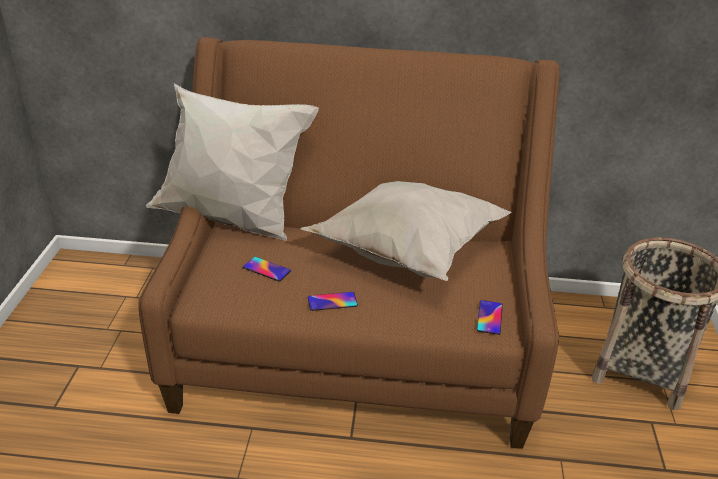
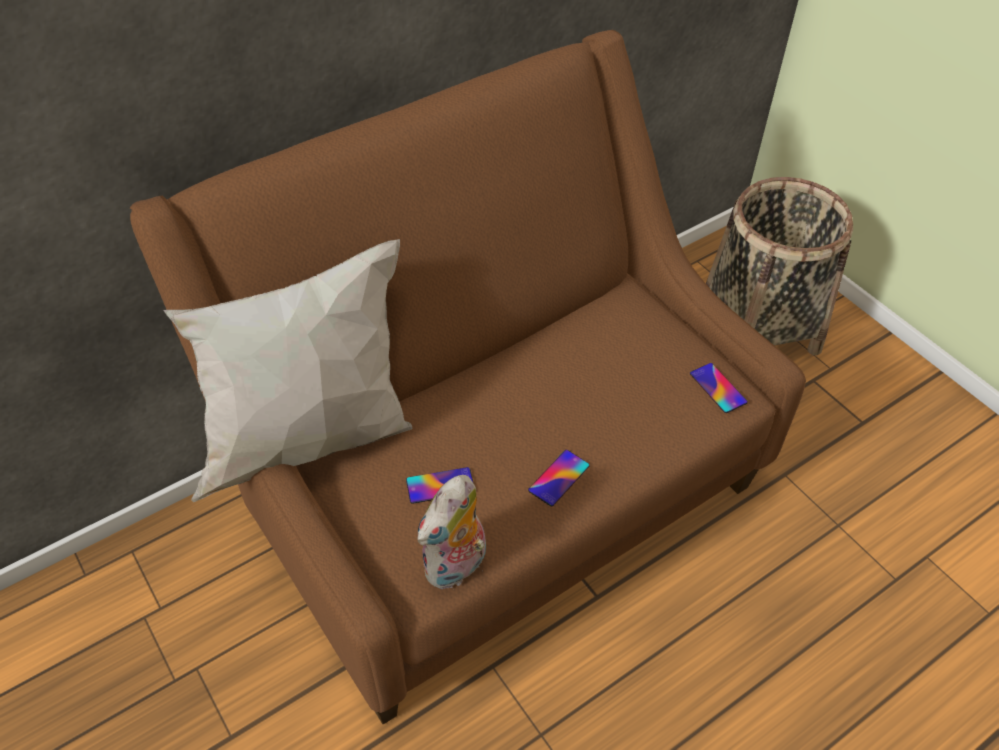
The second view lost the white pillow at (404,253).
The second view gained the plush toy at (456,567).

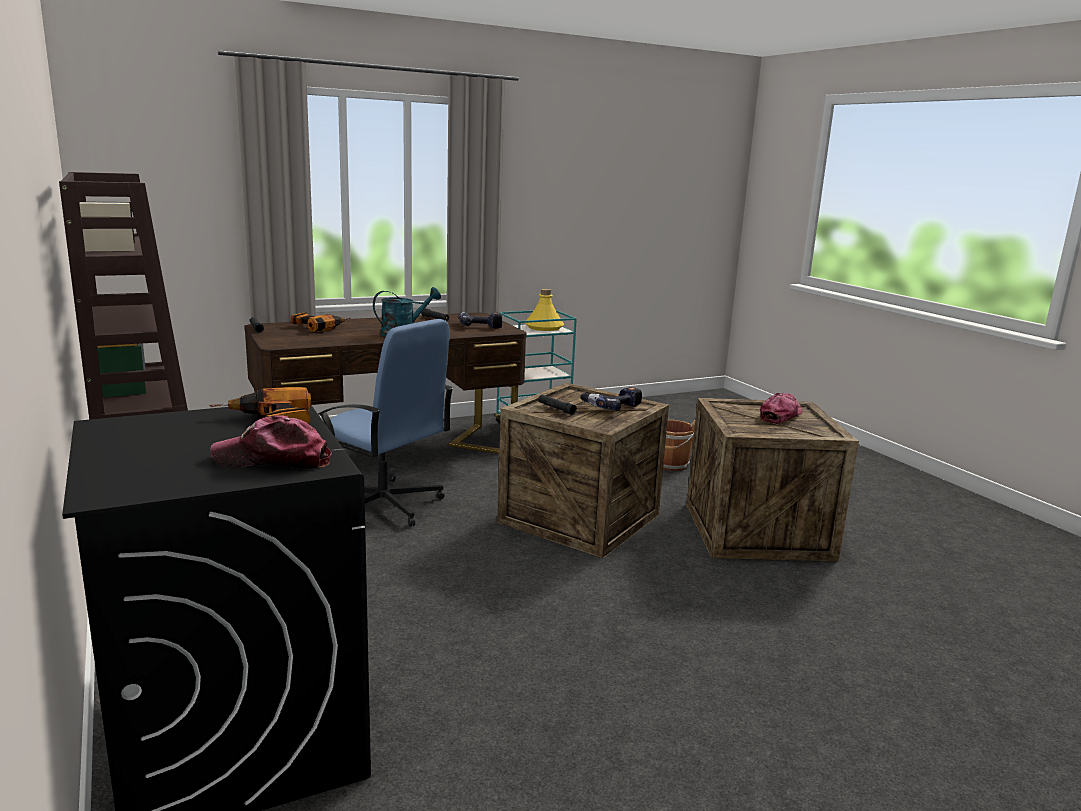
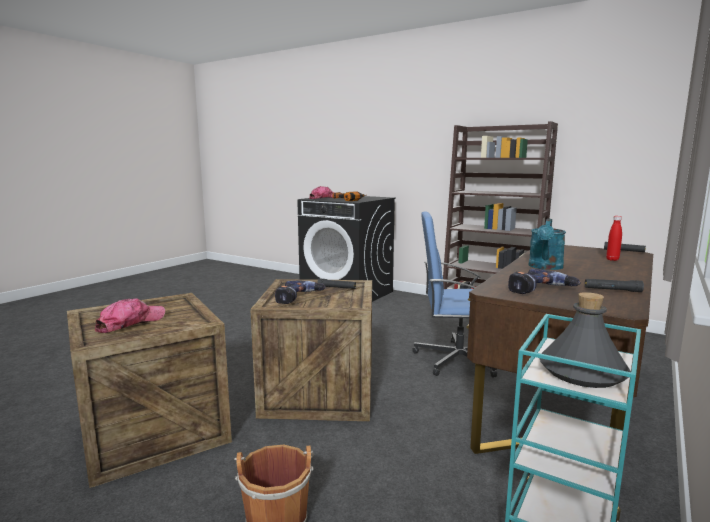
What was the yellow bottle at (544,327) turned into the grey bottle at (582,372).
Where the power drill stood at (318,327), the red bottle came to stand at (612,259).
The cap at (780,415) ended up facing another way, 150 degrees counterclockwise from before.

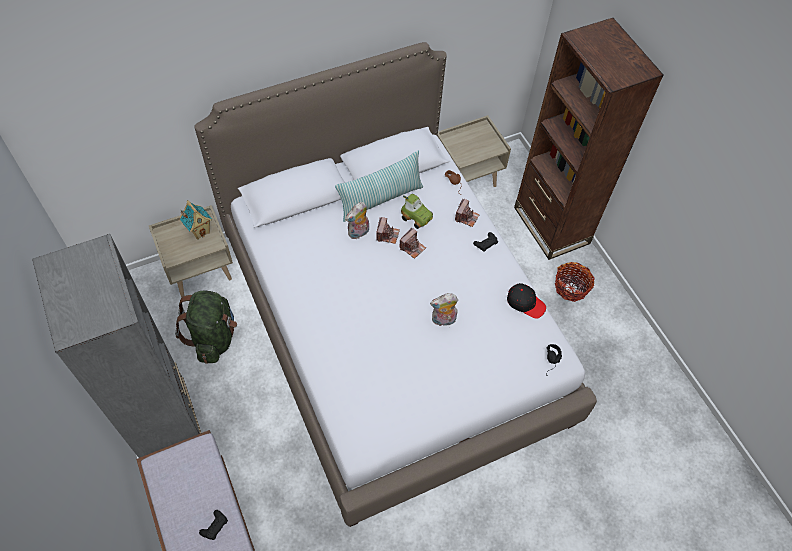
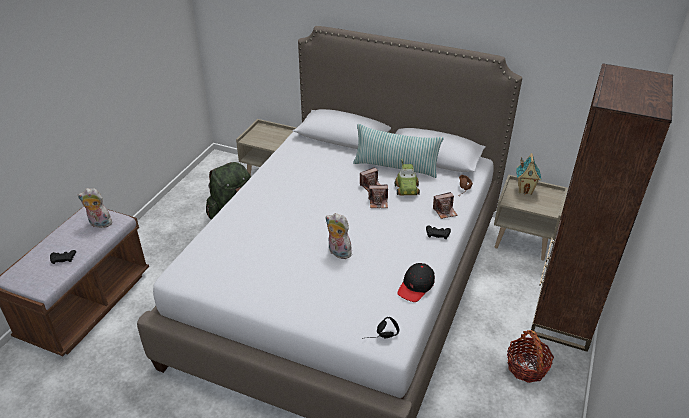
The toy house ended up elsewhere, having gone from (200,231) to (525,190).
The plush toy ended up elsewhere, having gone from (358,233) to (99,224).
The second view lost the grey bookcase at (167,424).
The black cap at (525,303) ended up facing another way, 45 degrees clockwise from before.

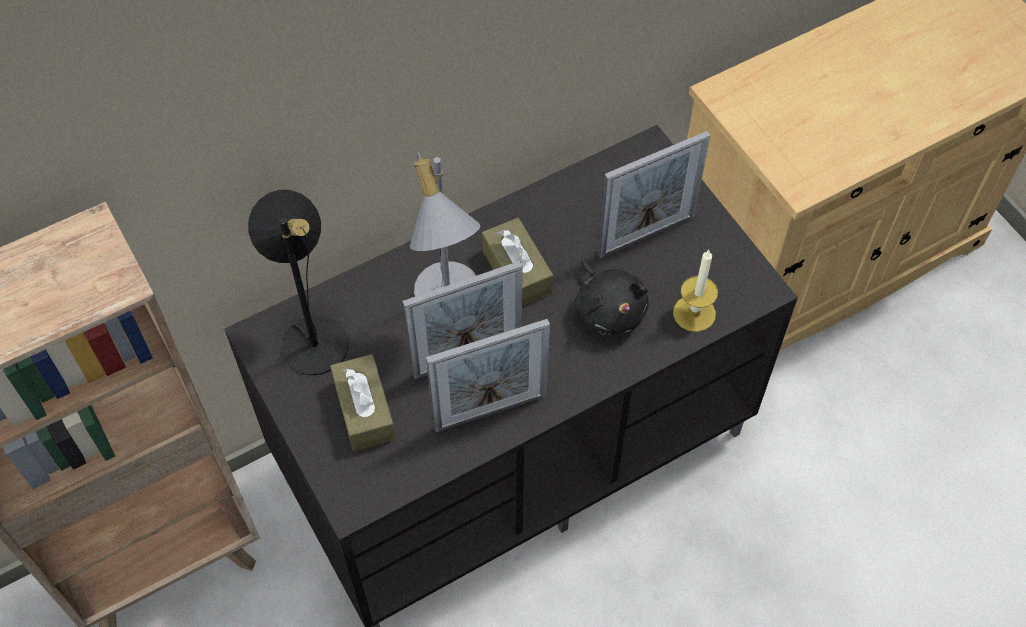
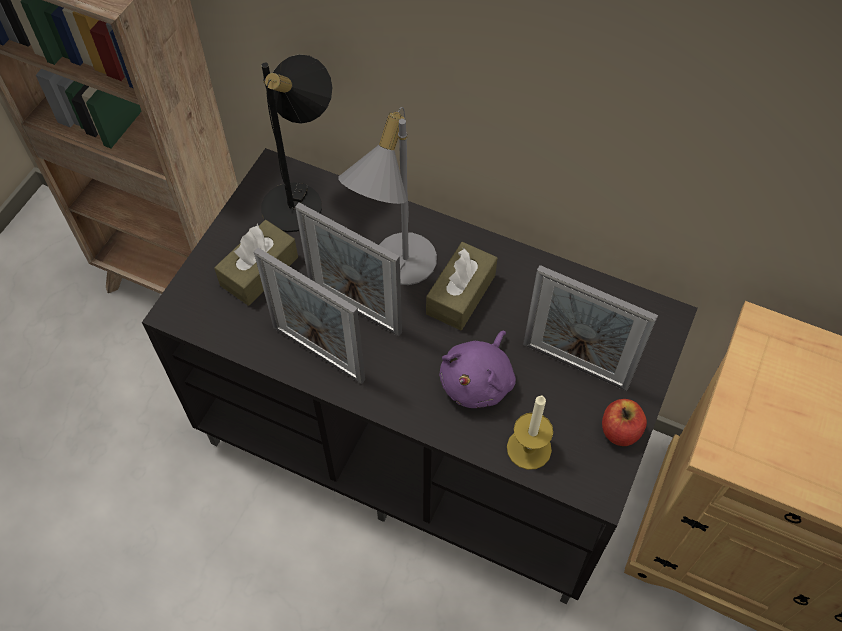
What was the black plush toy at (608,310) turned into the purple plush toy at (478,381).
The second view gained the apple at (620,431).

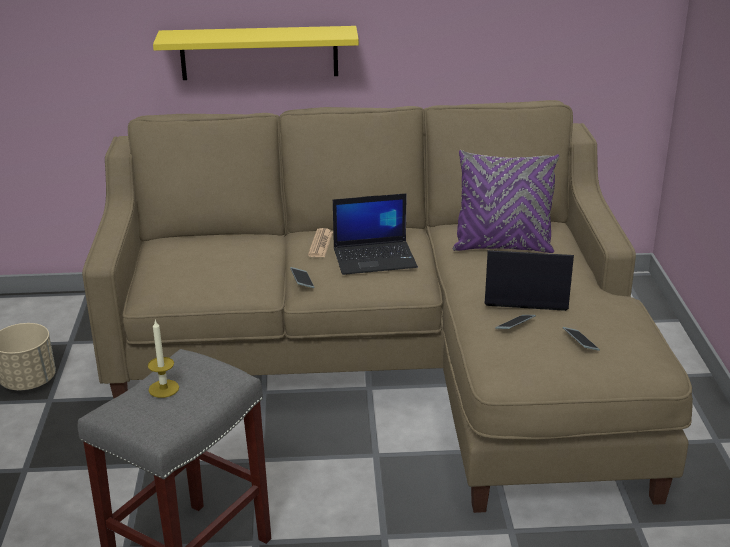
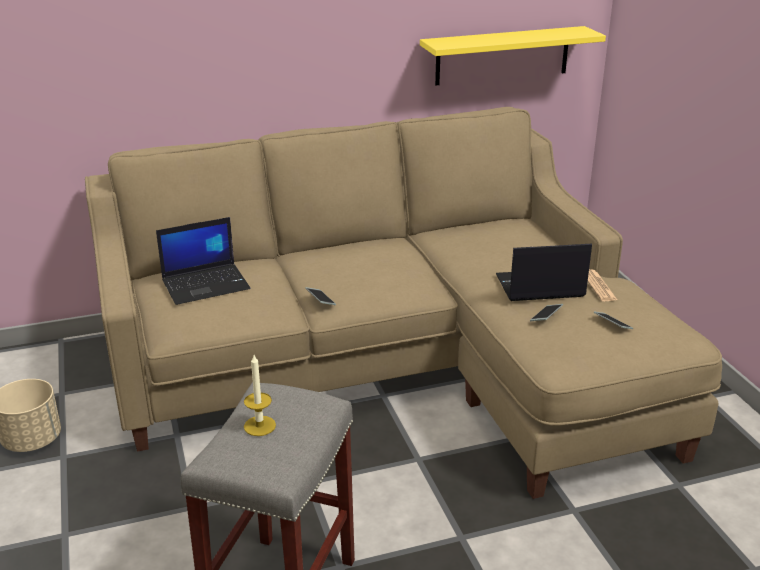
The yellow shelf ended up elsewhere, having gone from (259,53) to (502,55).
The second view lost the purple pillow at (502,246).
The laptop ended up elsewhere, having gone from (375,258) to (206,284).
The newspaper ended up elsewhere, having gone from (320,244) to (598,286).

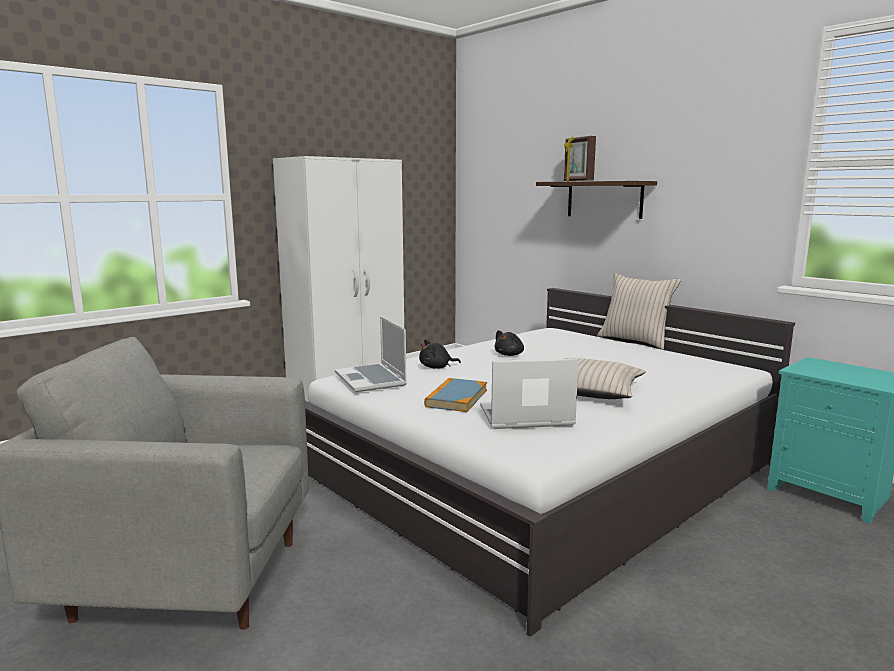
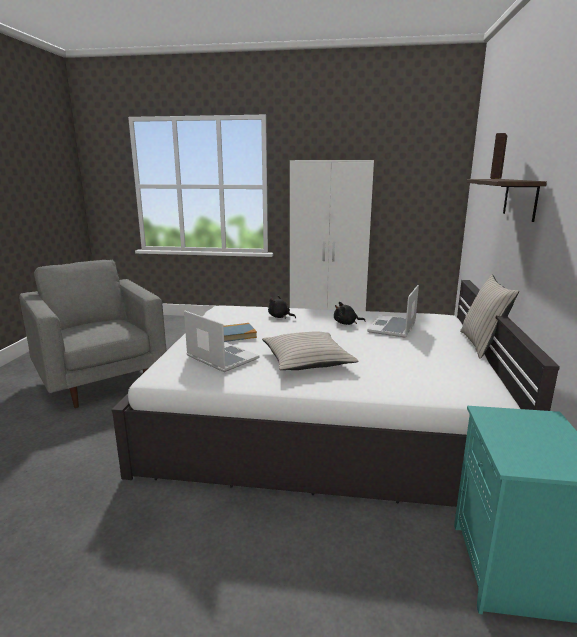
The laptop ended up elsewhere, having gone from (371,380) to (393,328).

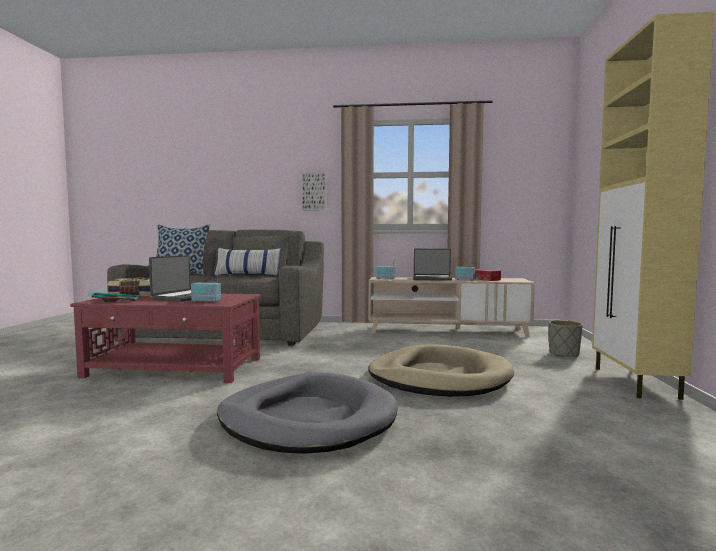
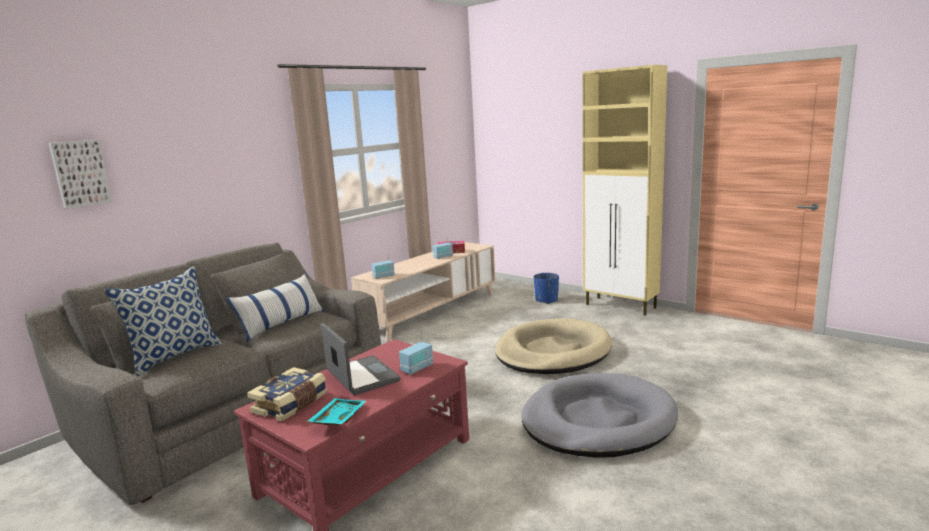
The picture ended up elsewhere, having gone from (314,191) to (80,173).
The second view lost the laptop at (432,279).
What was the grey planter at (564,354) turned into the blue planter at (546,300).

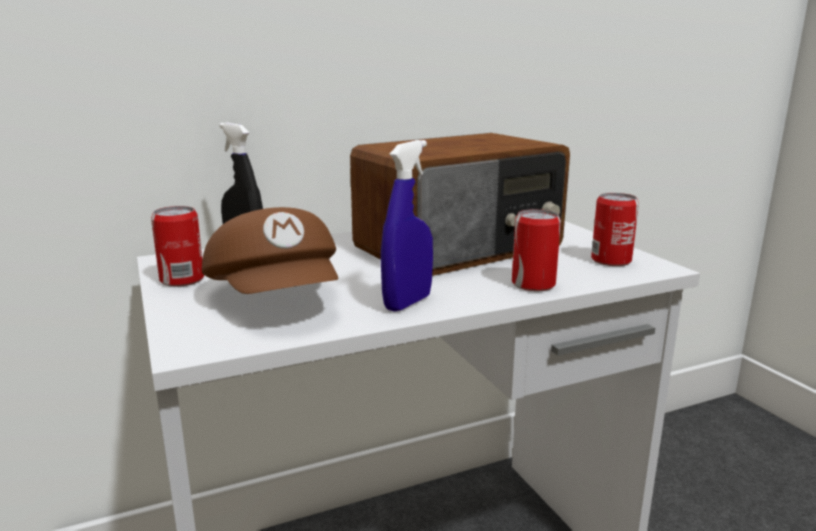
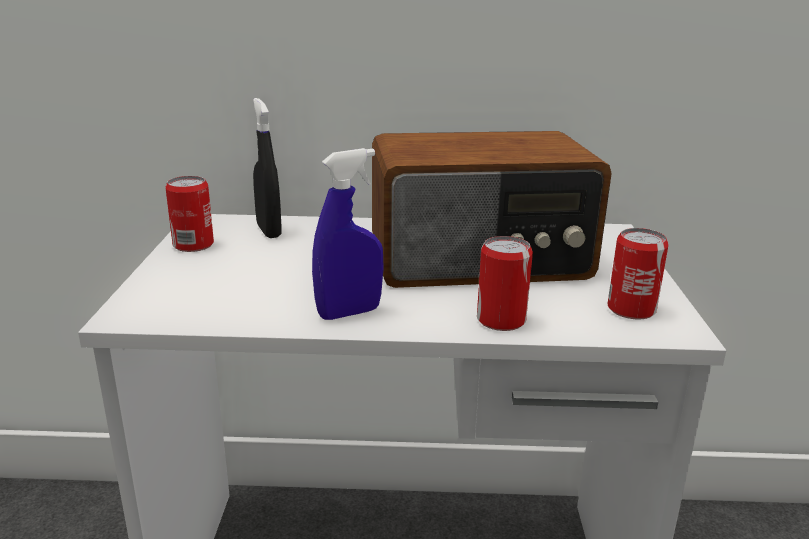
The second view lost the brown cap at (278,298).

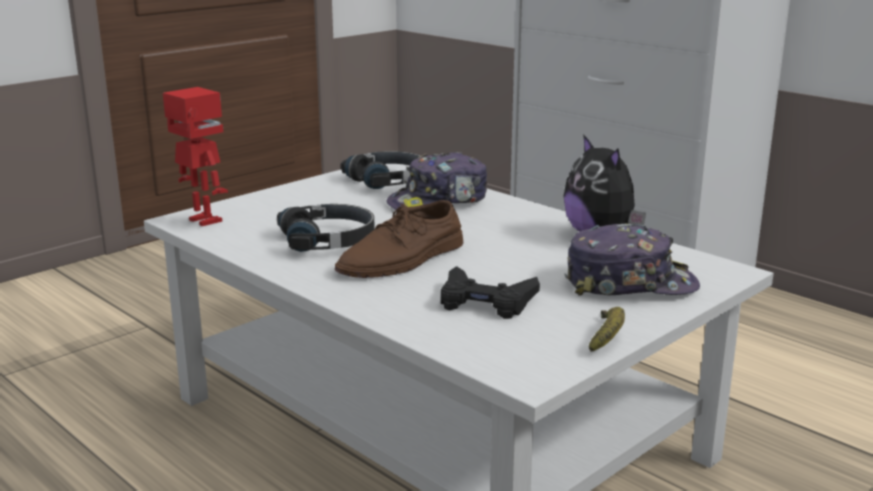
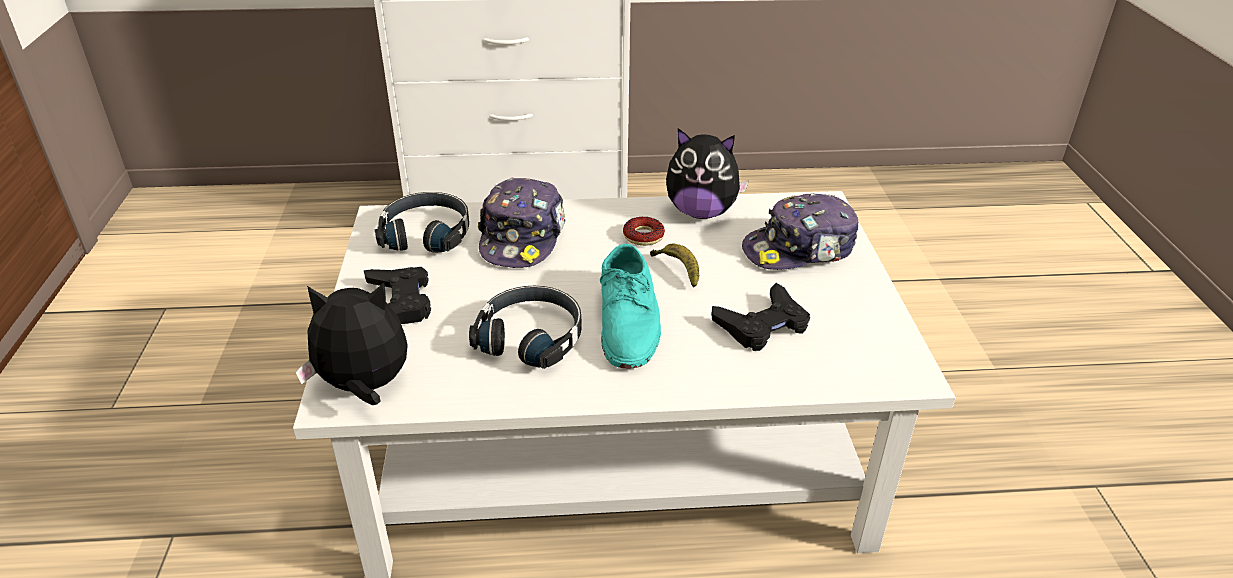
Where the toy robot stood at (203,221), the plush toy came to stand at (364,387).
What was the brown shoe at (403,259) turned into the turquoise shoe at (629,320).
The cap at (630,283) ended up facing another way, 150 degrees counterclockwise from before.
The banana ended up elsewhere, having gone from (607,337) to (678,270).
The second view gained the donut at (643,236).
The second view gained the black game controller at (398,303).

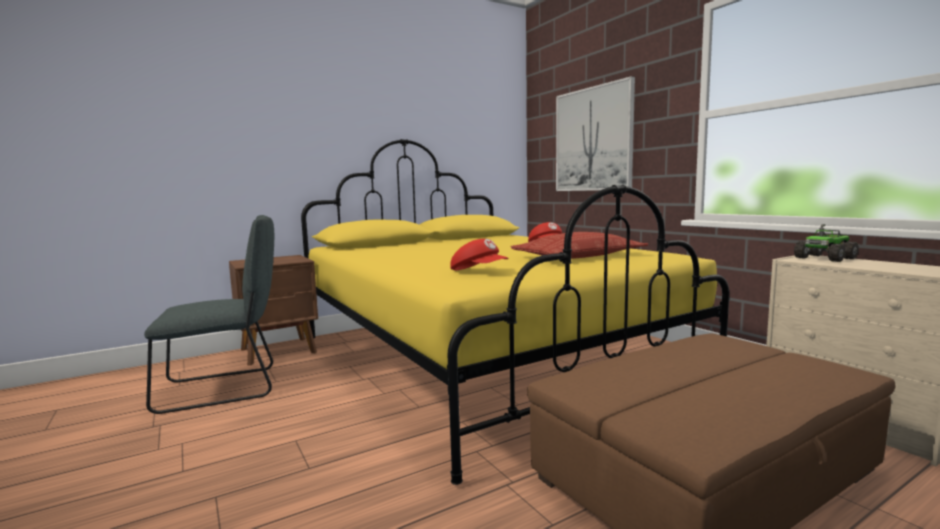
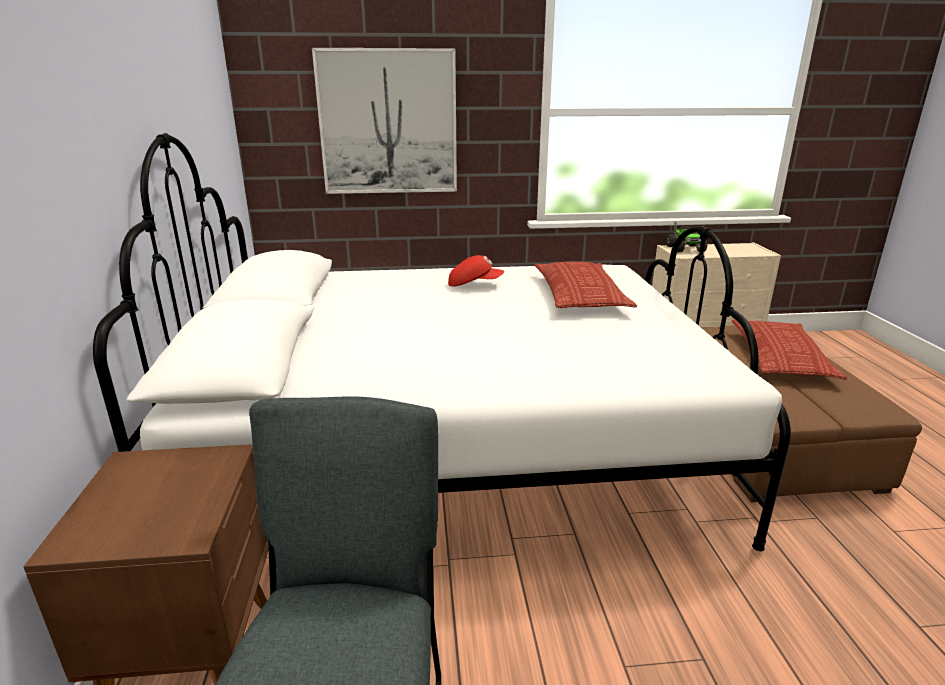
What was the yellow bed at (483,357) turned into the white bed at (457,448).
The second view lost the red cap at (479,272).
The second view gained the pillow at (780,356).

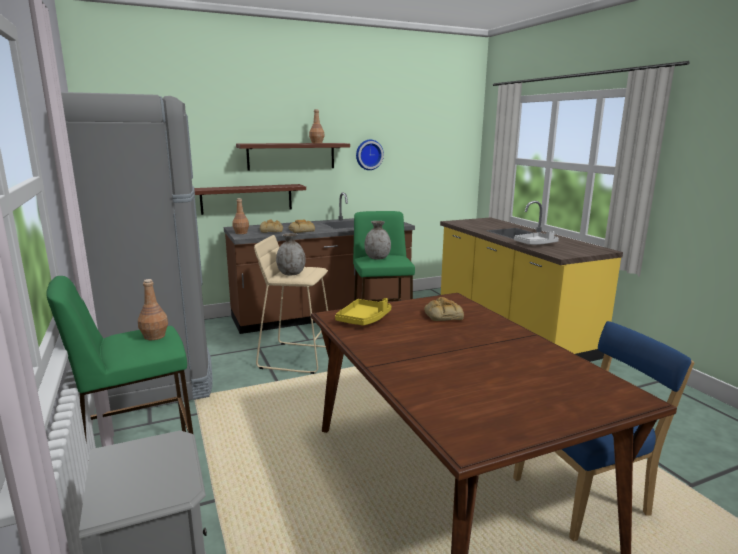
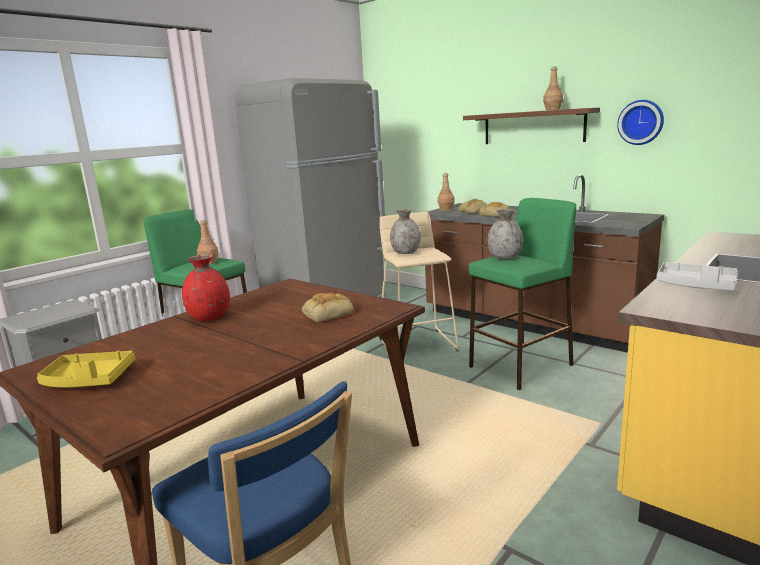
The second view lost the shelf at (247,199).
The yellow tray ended up elsewhere, having gone from (364,319) to (88,380).
The second view gained the red vase at (210,318).

